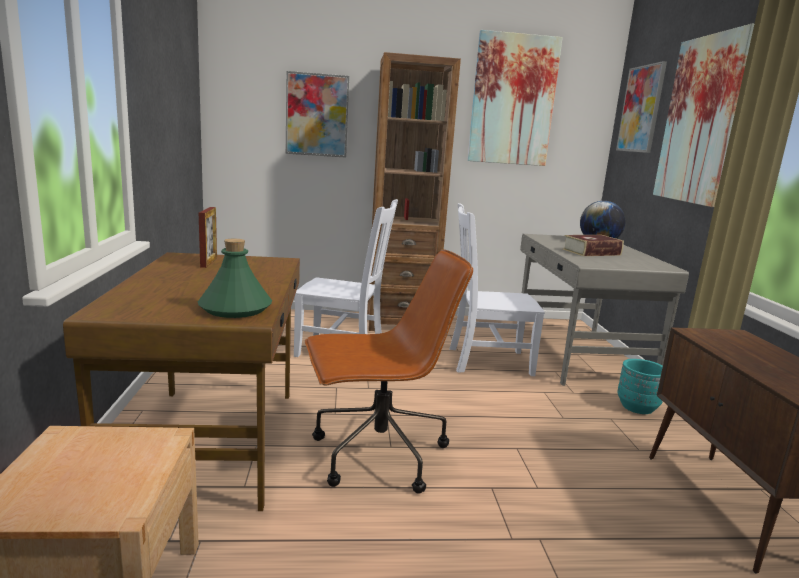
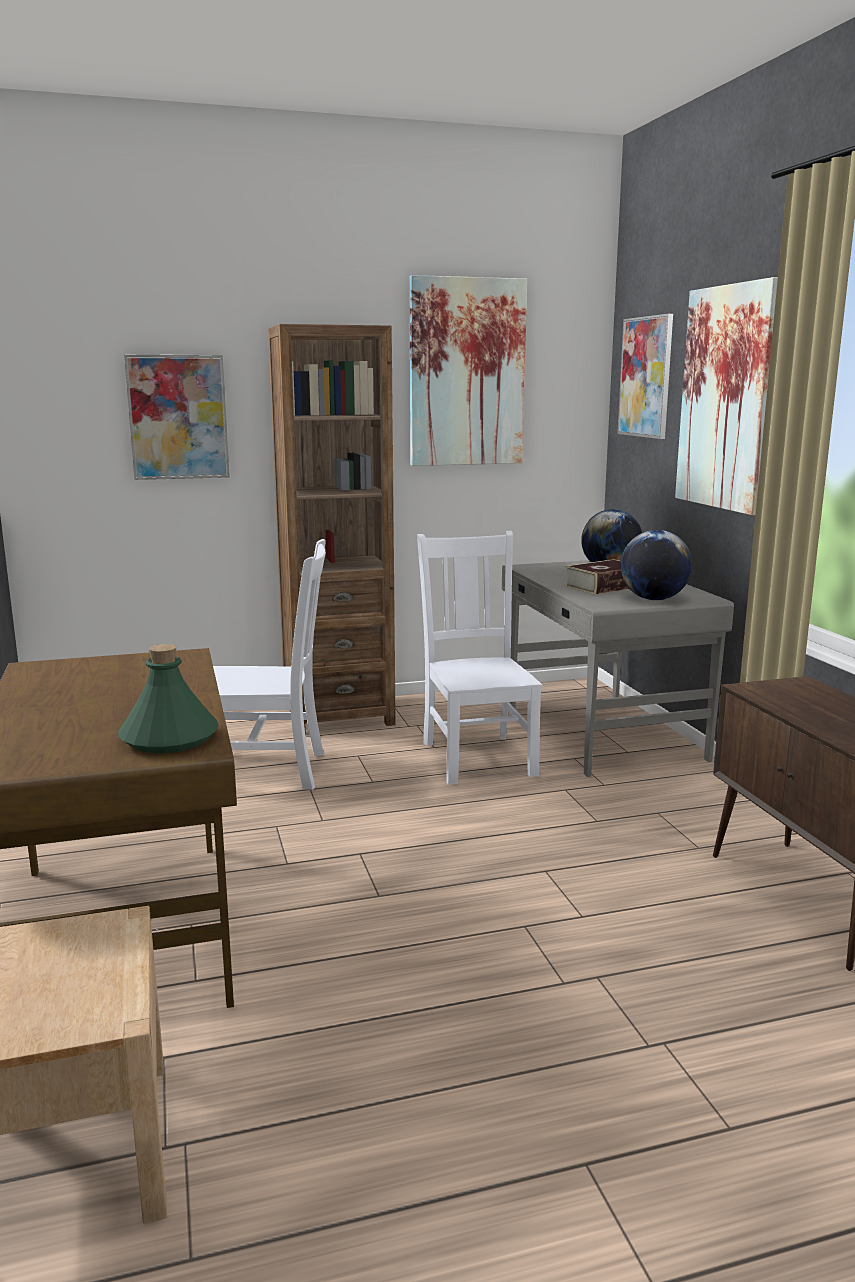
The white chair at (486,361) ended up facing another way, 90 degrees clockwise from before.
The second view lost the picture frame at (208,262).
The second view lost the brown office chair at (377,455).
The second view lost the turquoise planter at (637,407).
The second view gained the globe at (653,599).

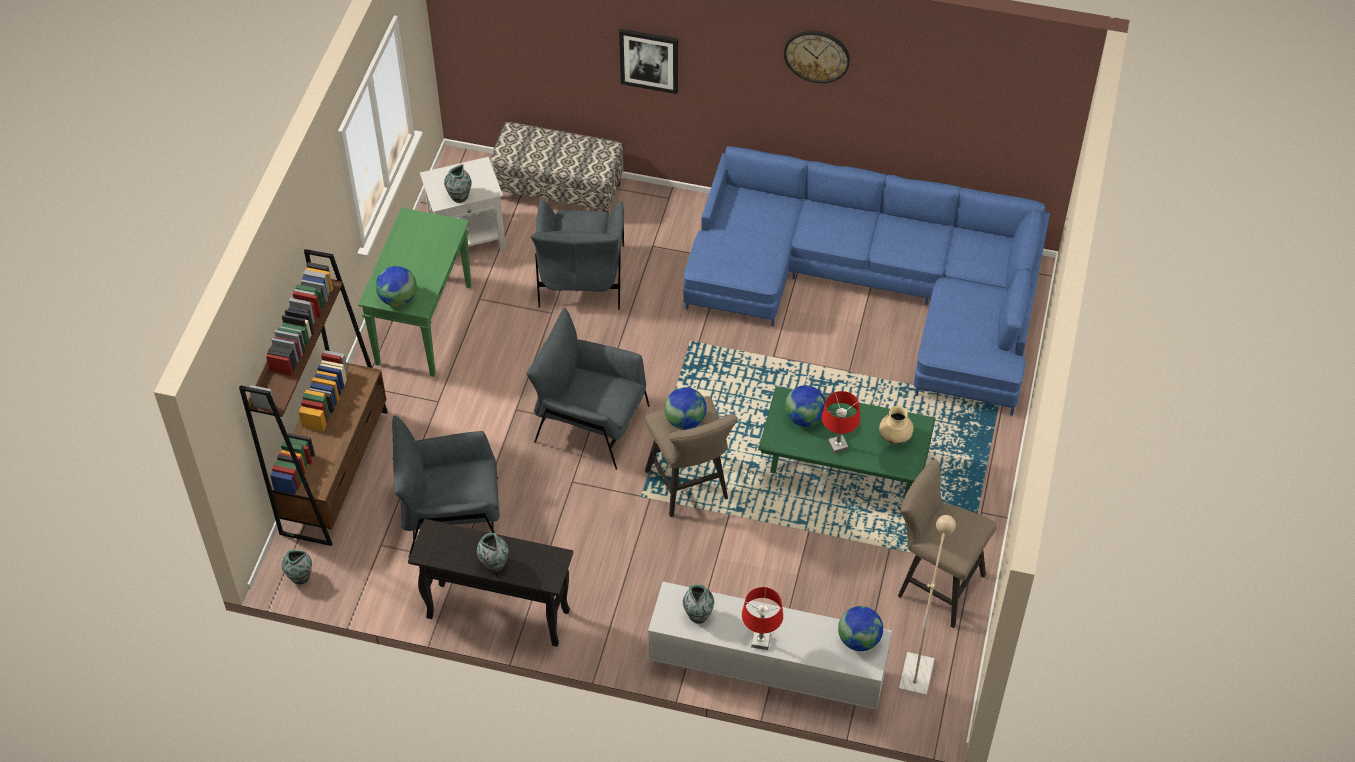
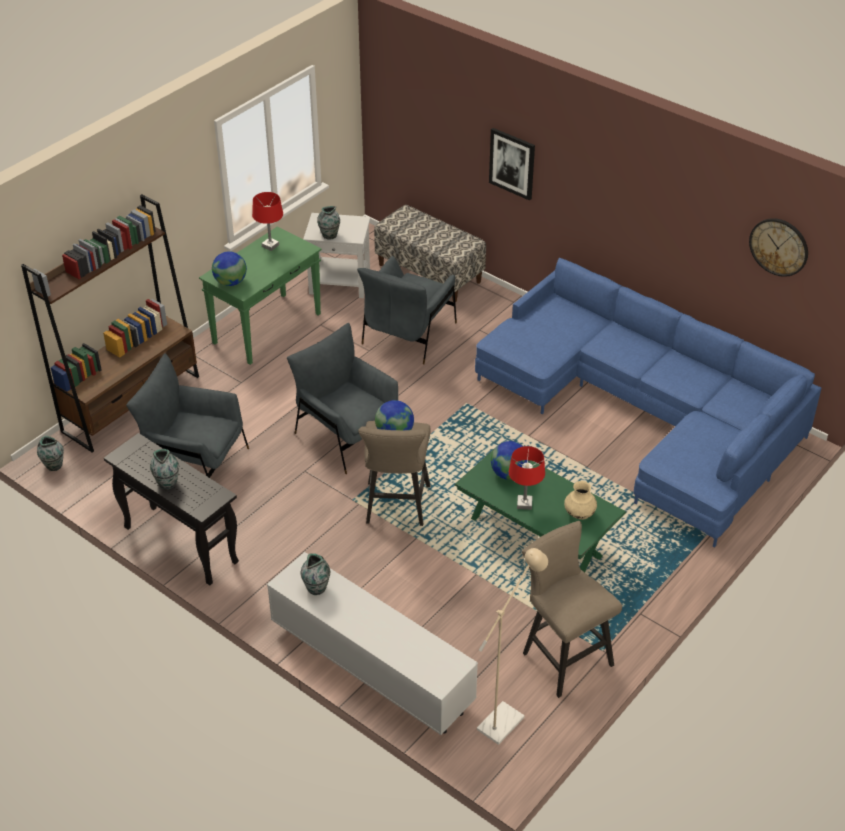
The wall clock ended up elsewhere, having gone from (817,56) to (779,246).
The red table lamp ended up elsewhere, having gone from (760,641) to (270,245).
The second view lost the globe at (859,640).

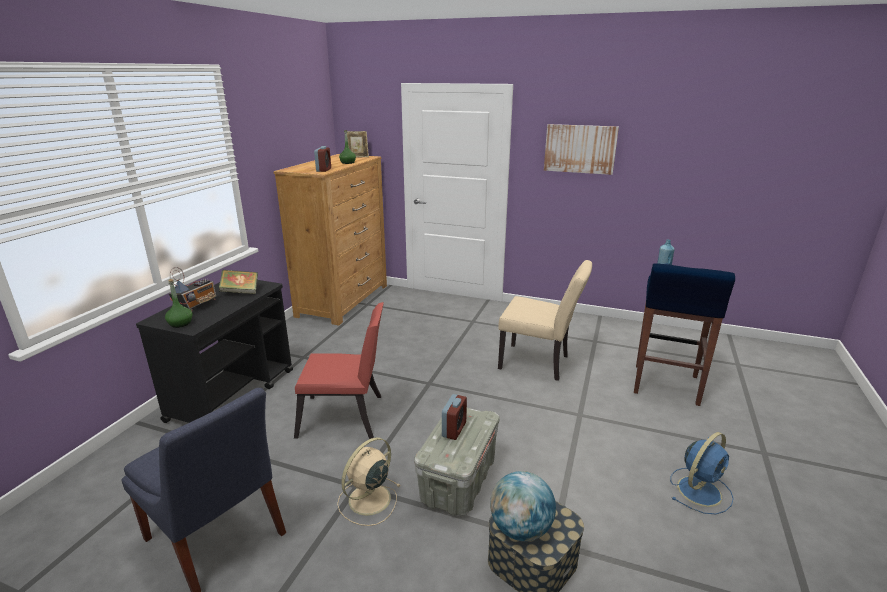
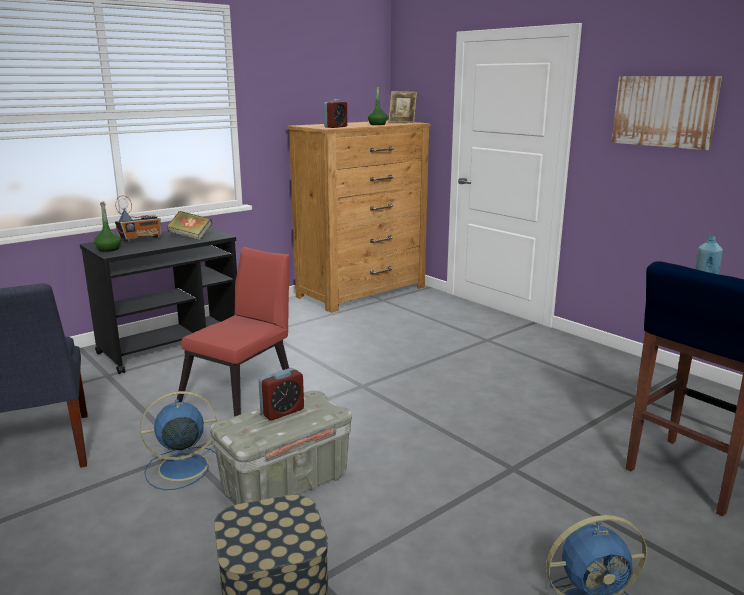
The second view lost the beige chair at (539,363).
The red chair at (346,418) ended up facing another way, 90 degrees counterclockwise from before.
What was the beige fan at (368,500) turned into the blue fan at (181,467).
The second view lost the globe at (520,529).

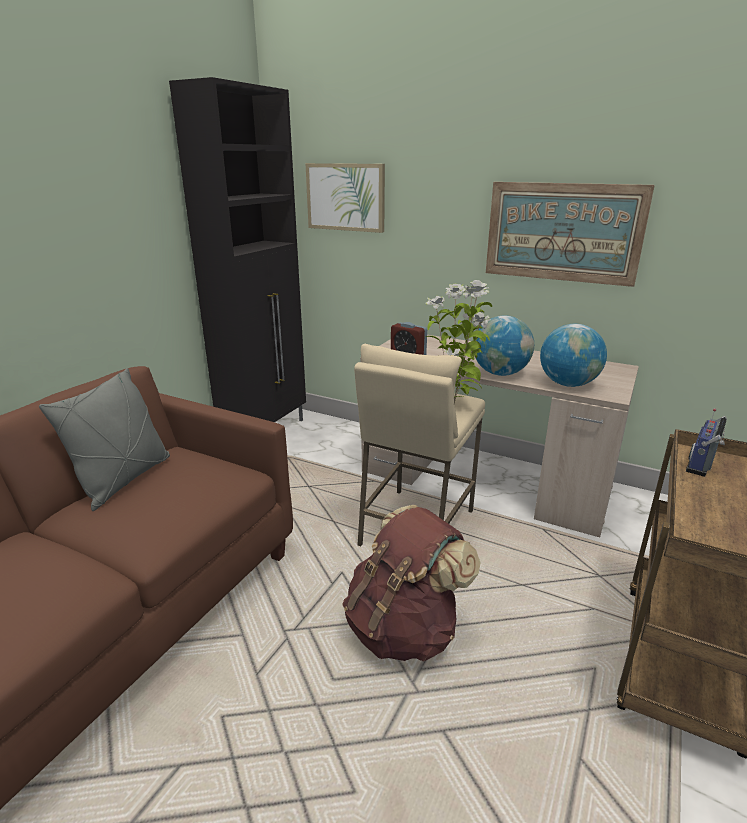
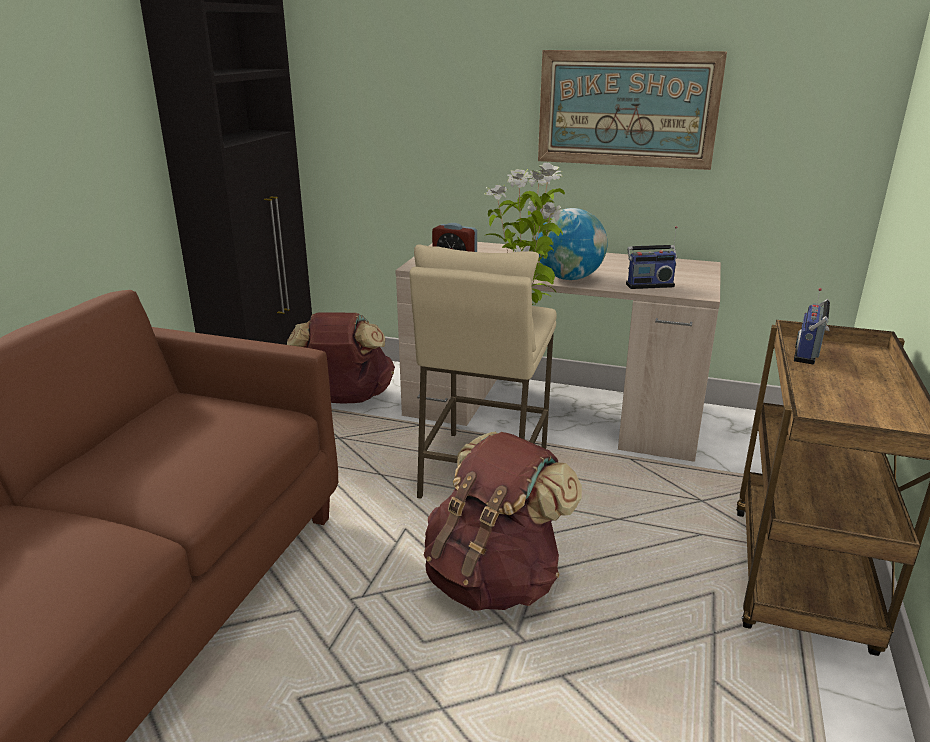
The second view lost the picture at (345,197).
Where the globe stood at (568,384), the radio came to stand at (648,285).
The second view lost the grey pillow at (124,480).
The second view gained the brown backpack at (344,399).

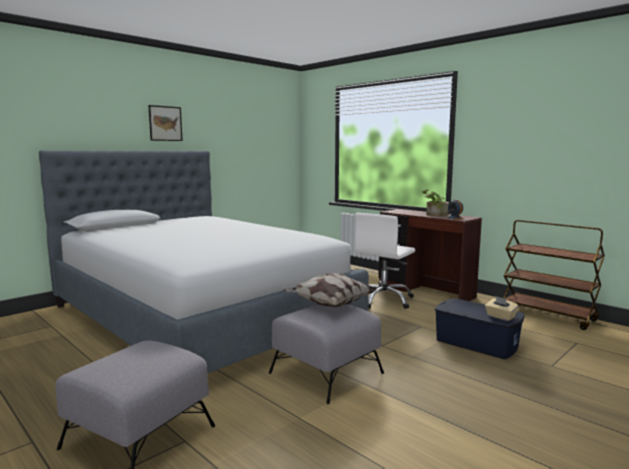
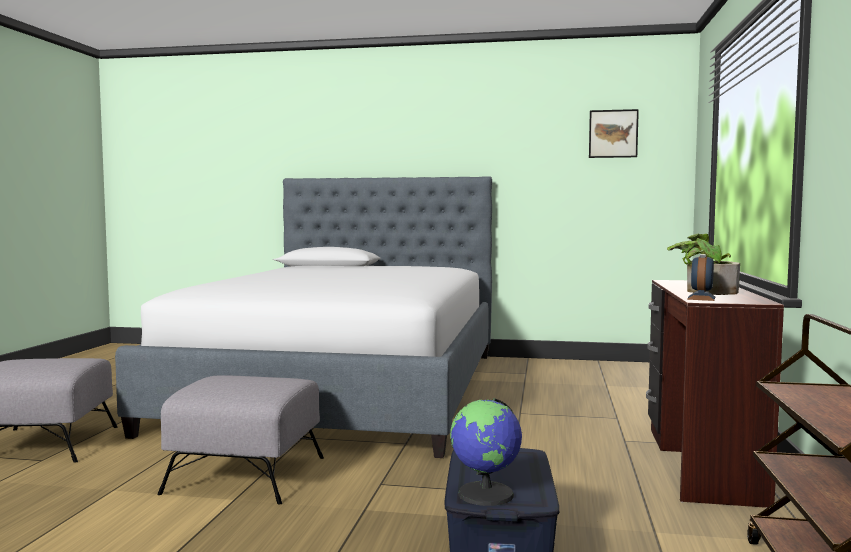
The picture ended up elsewhere, having gone from (165,123) to (613,133).
The second view lost the white office chair at (383,300).
The second view lost the pillow at (329,305).
Where the beige tissue box stood at (500,317), the globe came to stand at (486,494).

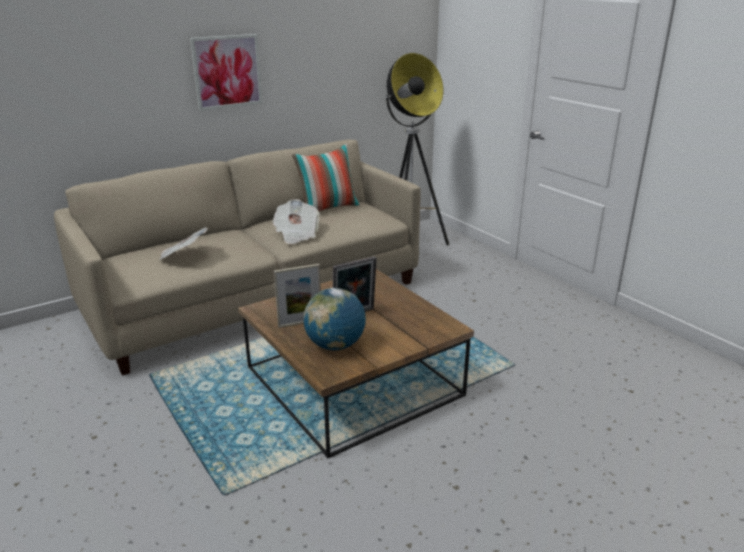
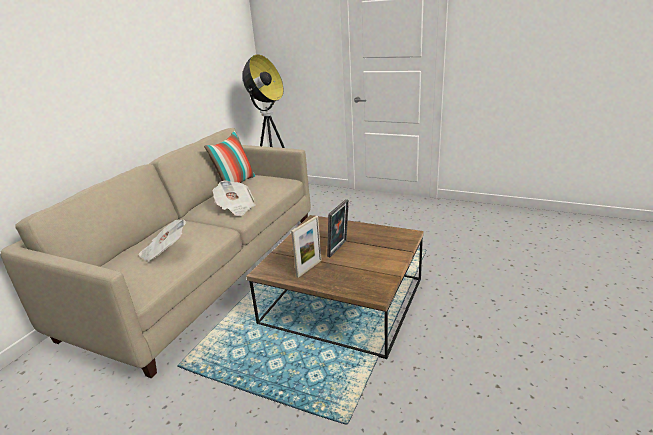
The second view lost the picture at (227,72).
The second view lost the globe at (335,345).

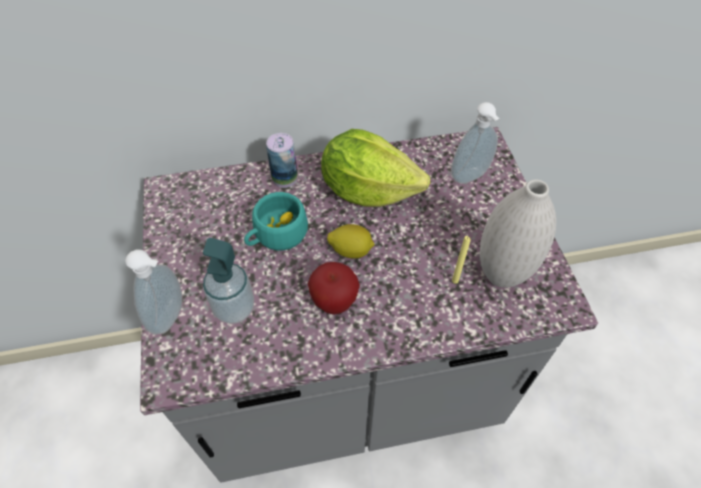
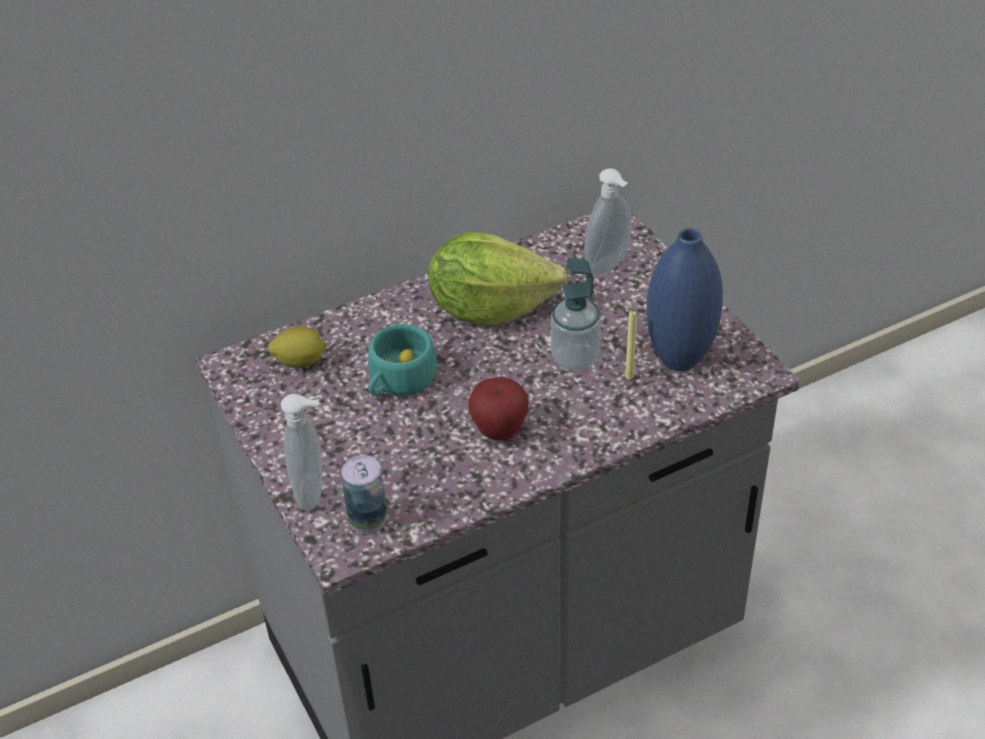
The can ended up elsewhere, having gone from (285,178) to (368,519).
What was the white vase at (501,275) turned into the blue vase at (679,359).
The lemon ended up elsewhere, having gone from (351,250) to (300,362).
The soap dispenser ended up elsewhere, having gone from (234,308) to (575,358).

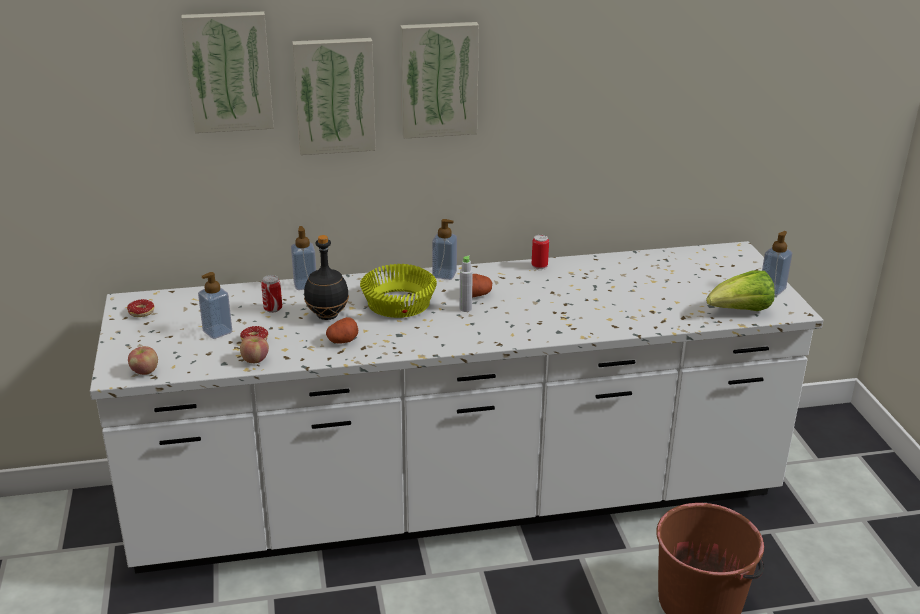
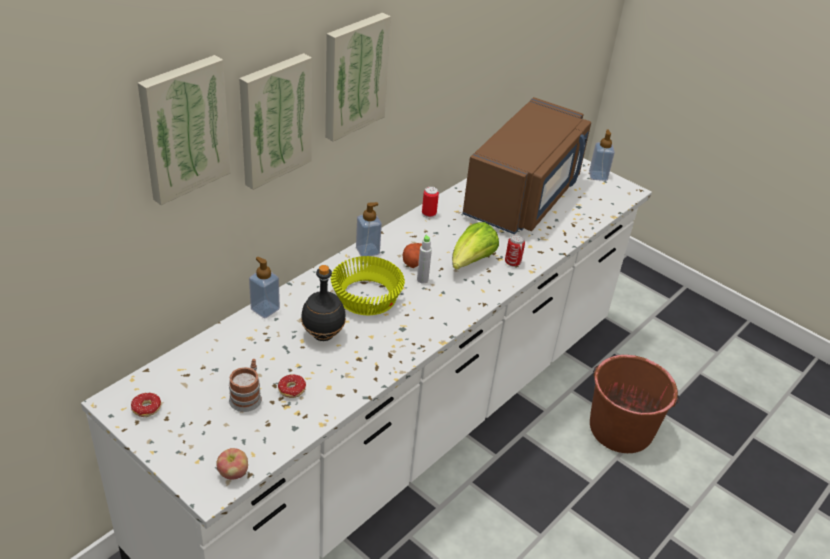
The lettuce ended up elsewhere, having gone from (740,311) to (471,262).
Where the soap dispenser stood at (217,332), the mug came to stand at (247,396).
The can ended up elsewhere, having gone from (273,309) to (512,262).
The second view lost the potato at (343,341).
The second view lost the apple at (255,360).
The second view gained the brown microwave at (524,197).

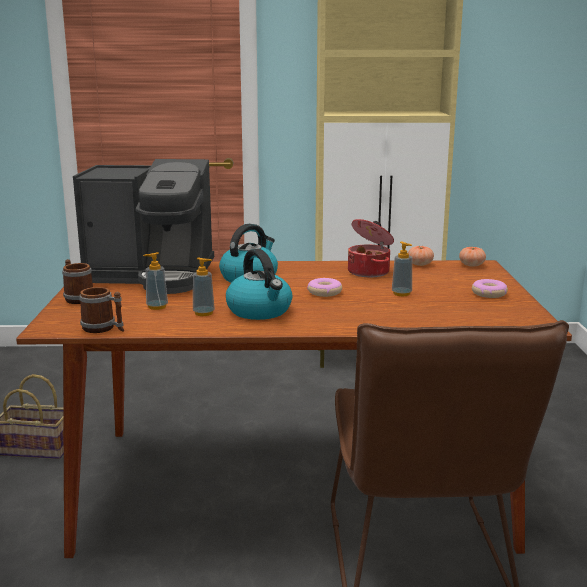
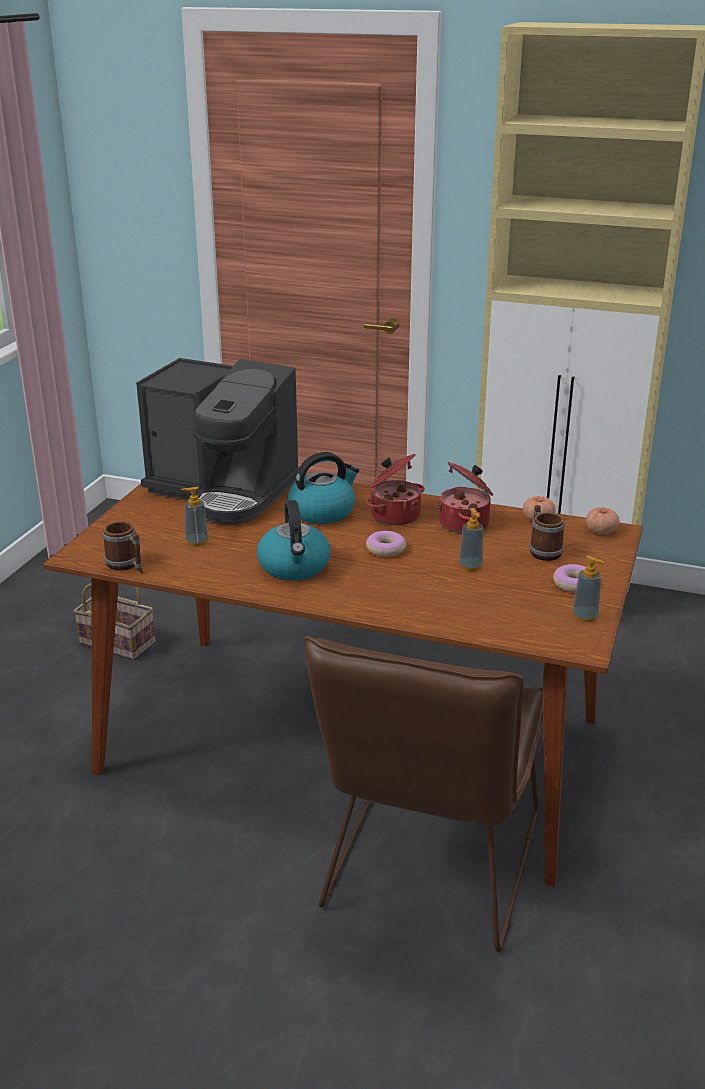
The soap dispenser ended up elsewhere, having gone from (203,313) to (585,616).
The mug ended up elsewhere, having gone from (77,298) to (542,550).
The second view gained the cooking pot at (394,515).

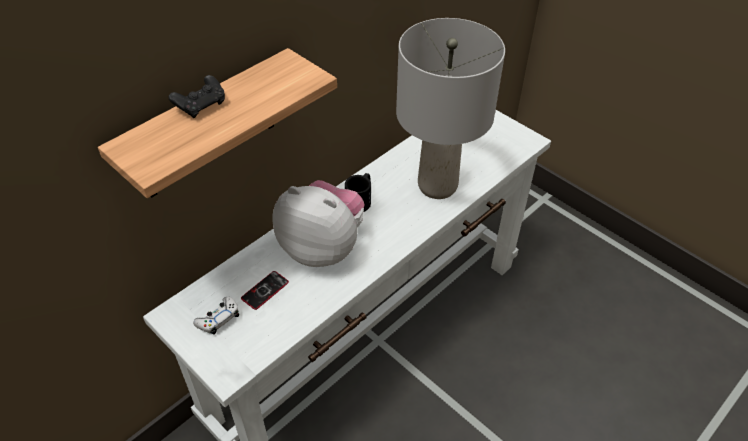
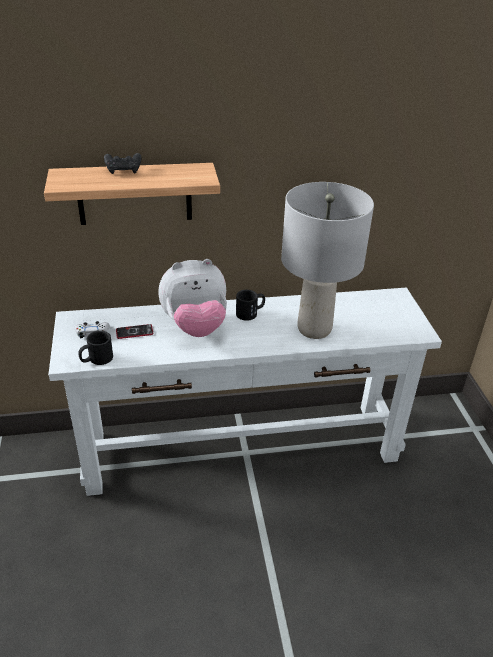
The plush toy at (323,247) ended up facing another way, 105 degrees clockwise from before.
The second view gained the black mug at (96,359).

